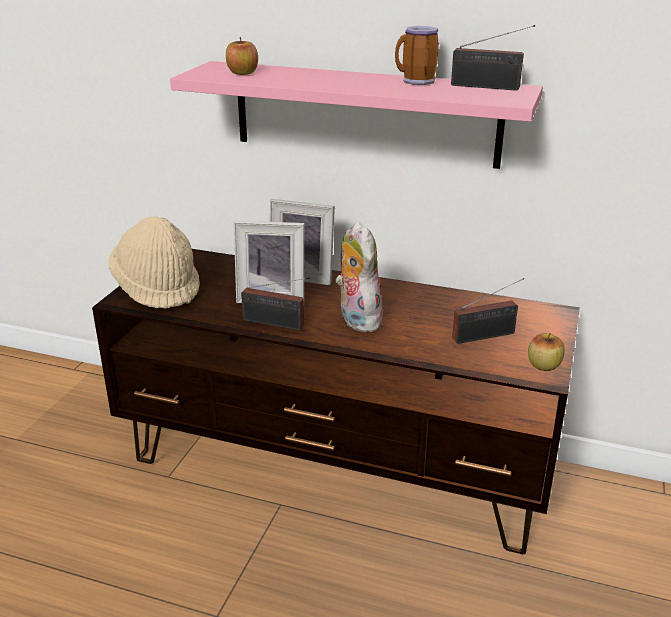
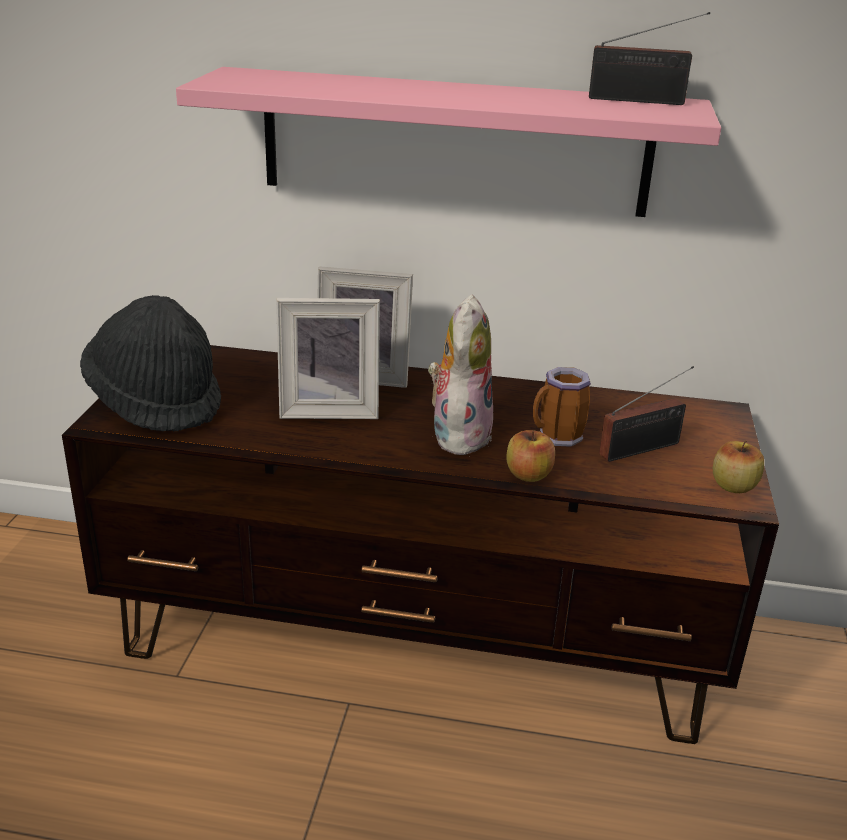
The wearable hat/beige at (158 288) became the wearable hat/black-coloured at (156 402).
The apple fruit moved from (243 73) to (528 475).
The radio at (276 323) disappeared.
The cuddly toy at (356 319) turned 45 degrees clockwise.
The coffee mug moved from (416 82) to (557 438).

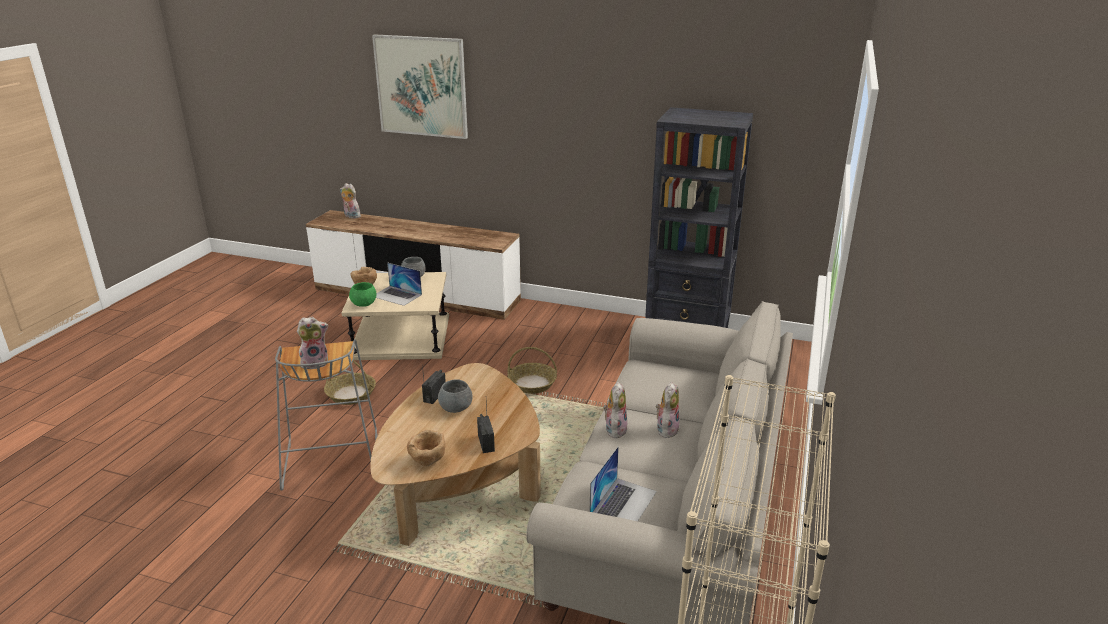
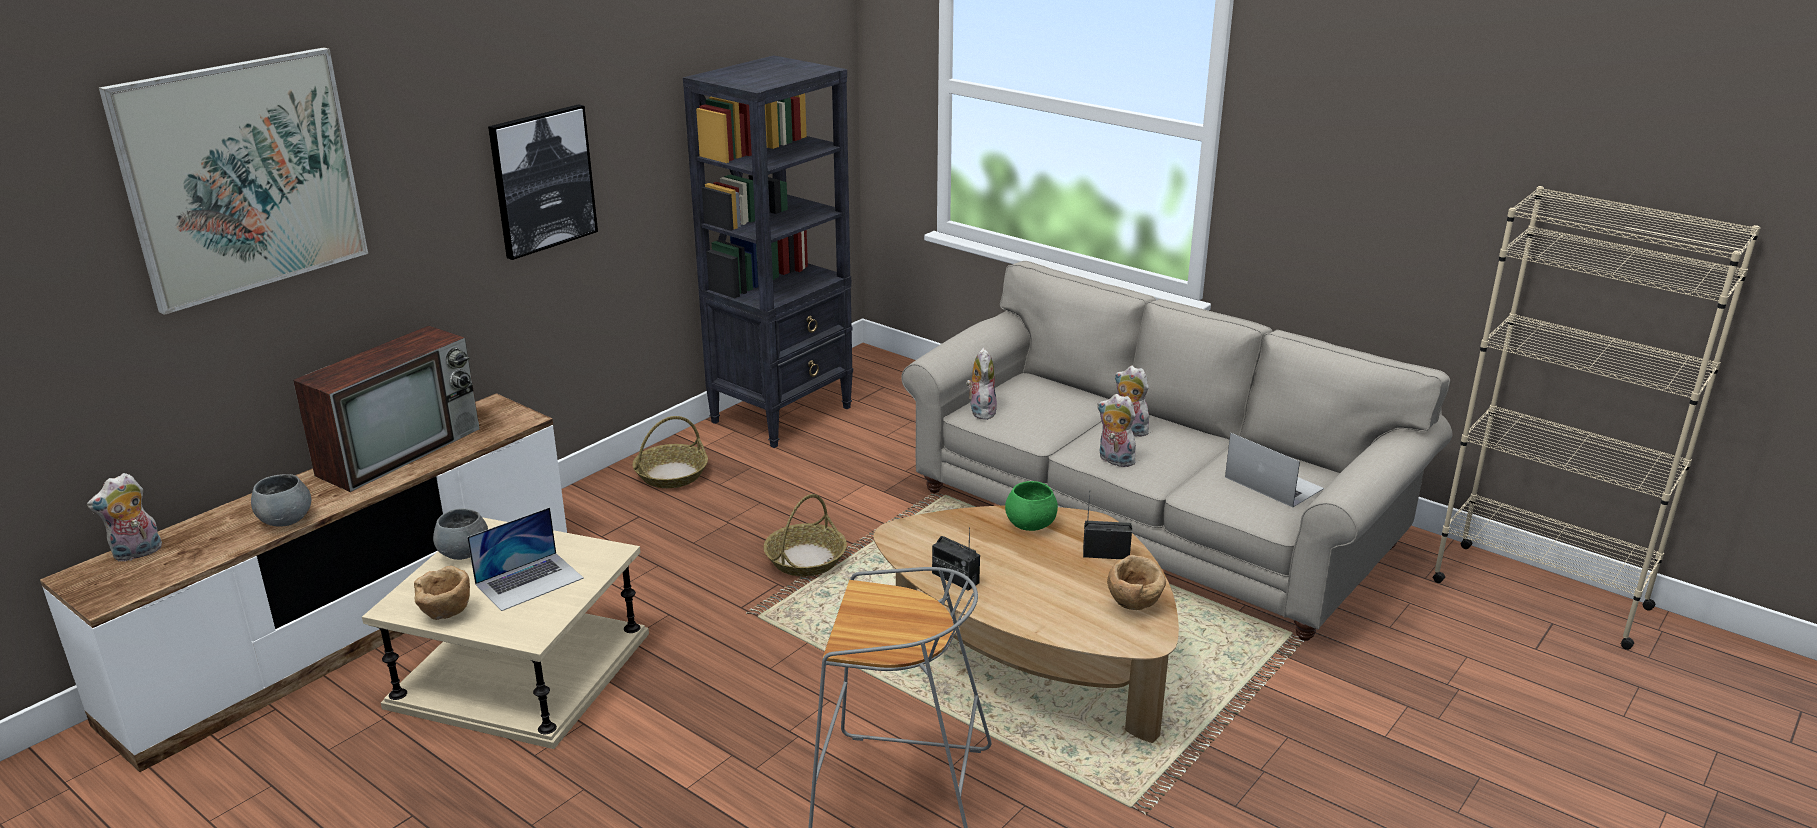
The cuddly toy moved from (315 363) to (980 411).
The household basket moved from (351 394) to (671 474).
The deep dish/green moved from (364 304) to (1031 525).
The deep dish/gray moved from (456 408) to (286 520).
The TV at (401 450) appeared.
The picture at (542 180) appeared.

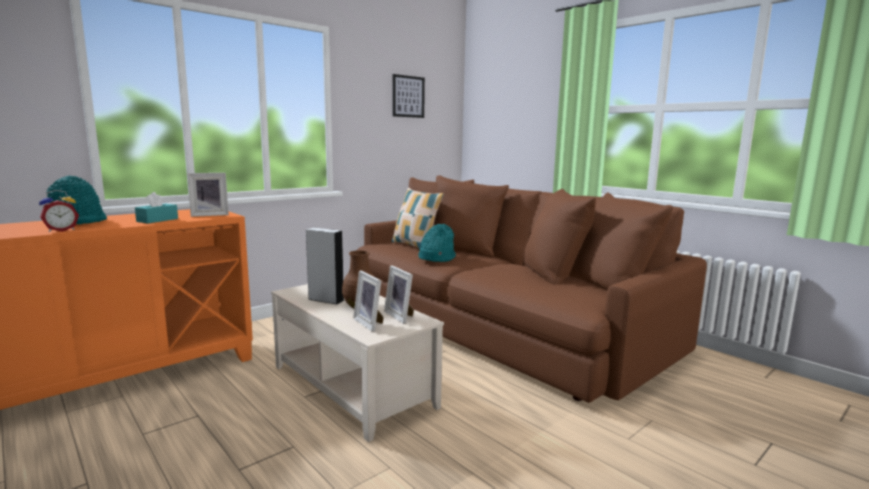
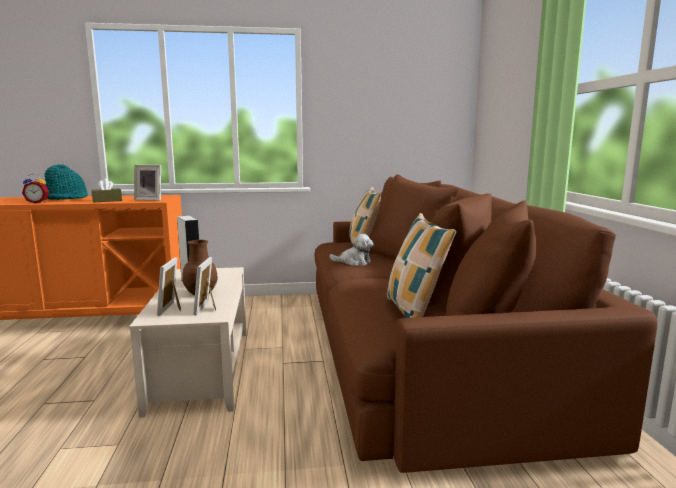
The tissue holder/turquoise at (157 220) became the tissue holder/brown at (107 200).
The picture at (408 96) disappeared.
The wearable hat/turquoise at (436 258) was replaced by the cuddly toy at (354 262).
The throw pillow at (414 313) appeared.

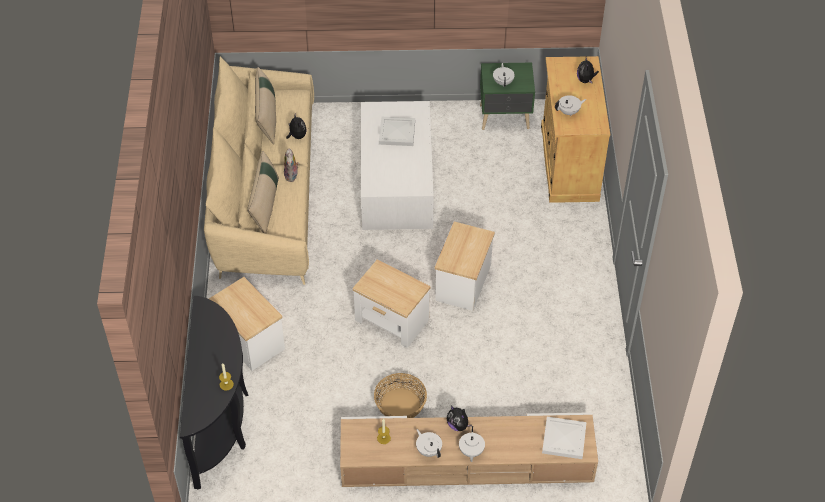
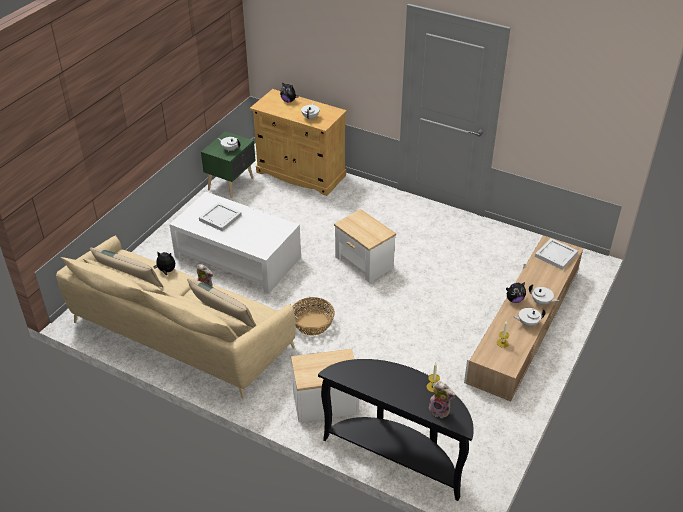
The accent table at (391 321) disappeared.
The household basket moved from (400 405) to (312 324).
The cuddly toy at (440 410) appeared.

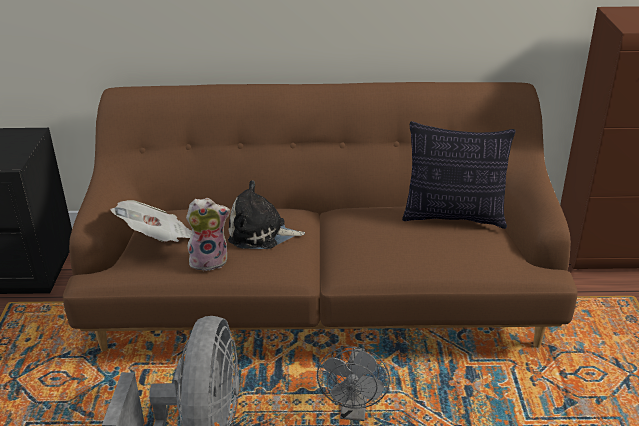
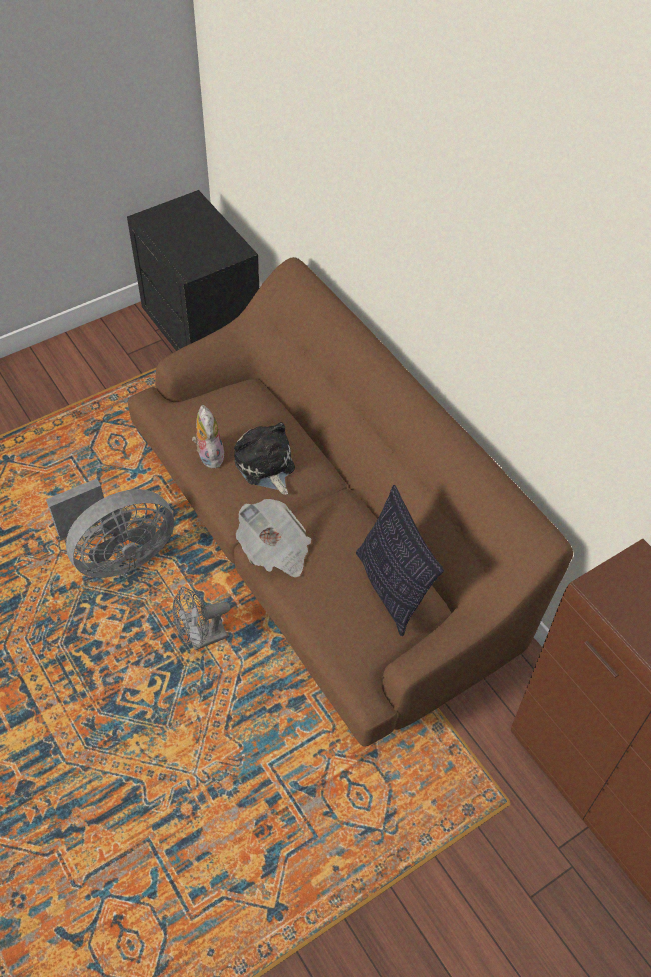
The printed paper moved from (158 239) to (275 550).
The cuddly toy at (210 260) turned 150 degrees counterclockwise.

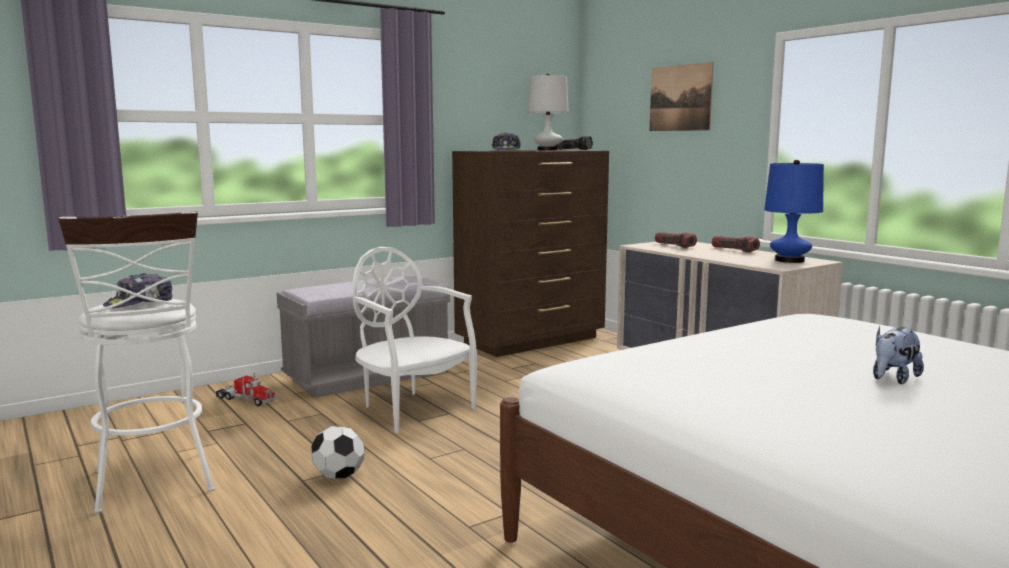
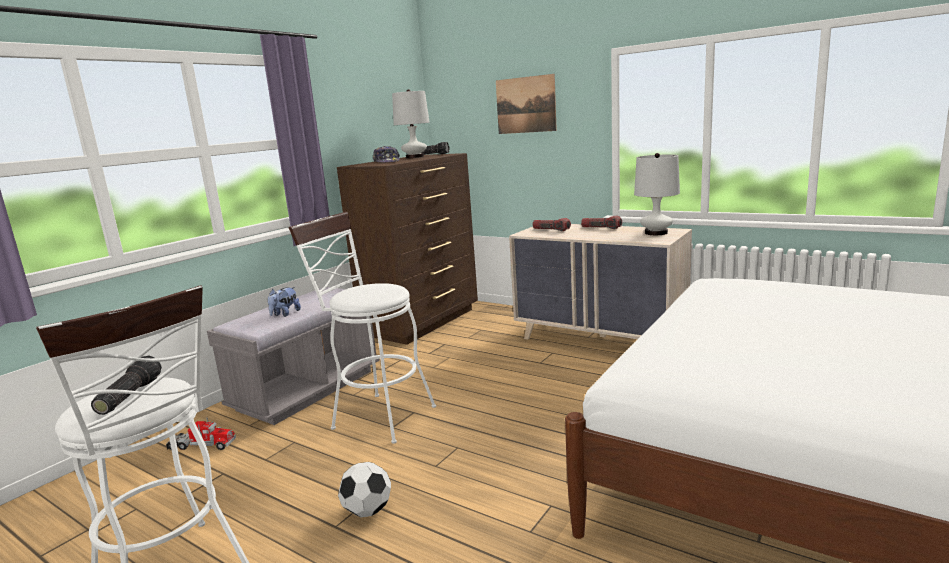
The peaked cap at (140 303) was replaced by the hand torch at (128 395).
The upright chair/white at (412 409) was replaced by the sitting stool/white at (377 416).
The tabletop lamp/blue at (789 260) became the tabletop lamp/white at (656 233).
The cuddly toy moved from (893 379) to (285 314).

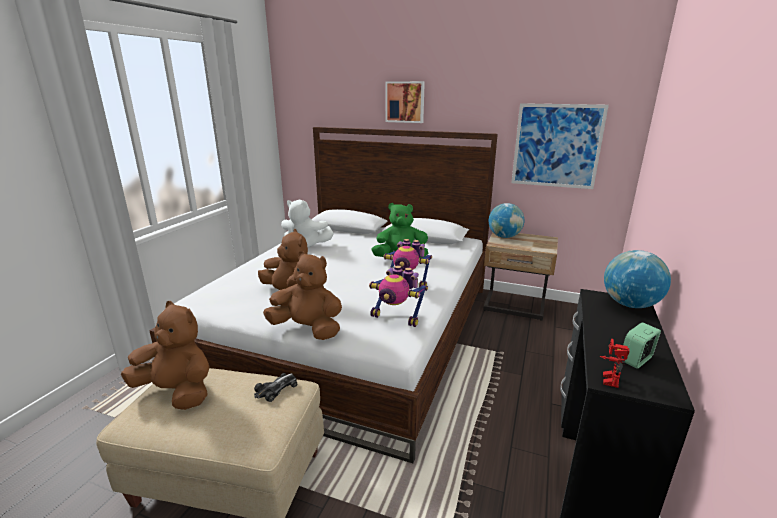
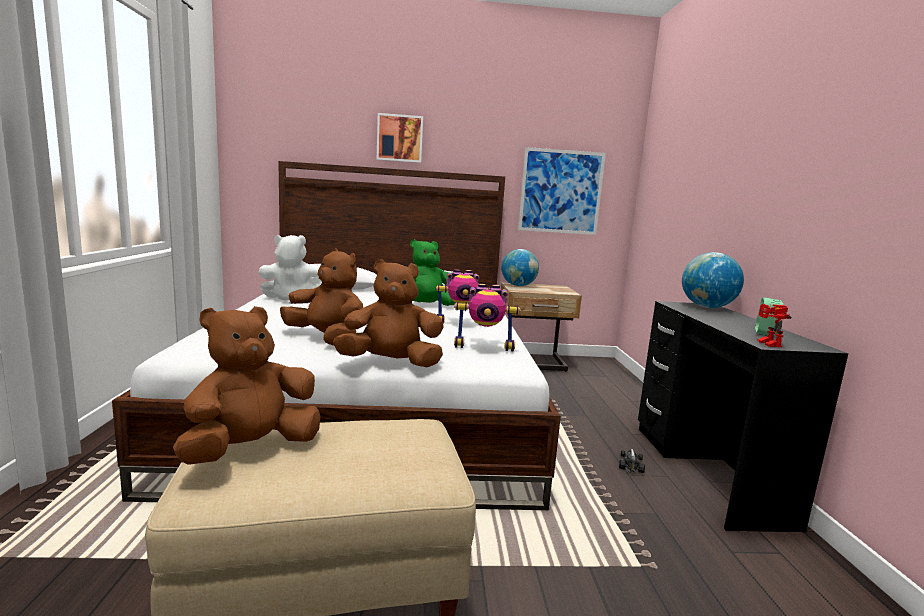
The cuddly toy/brown at (177 392) turned 45 degrees counterclockwise.
The miniature car moved from (276 389) to (631 464).

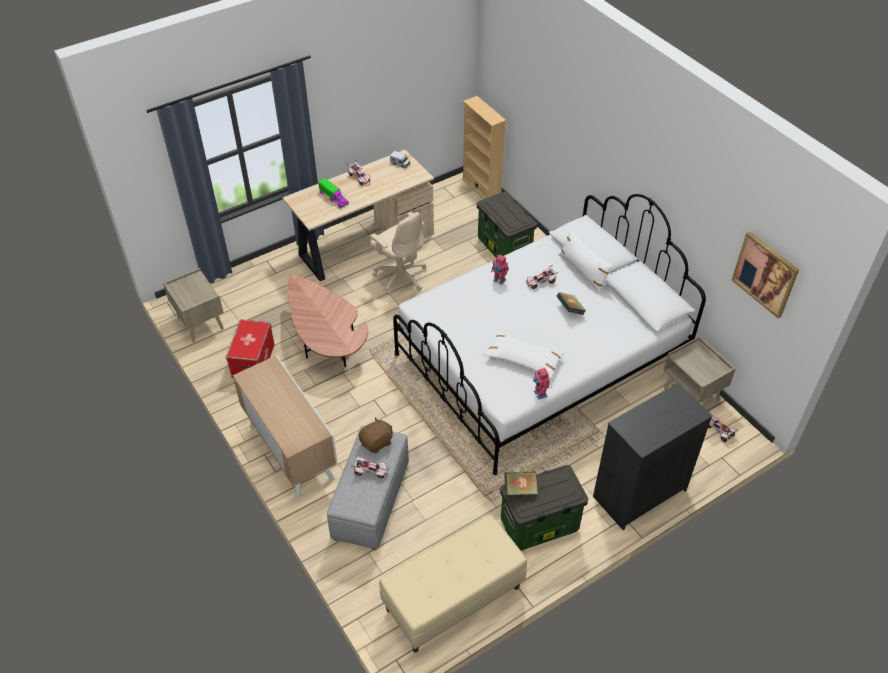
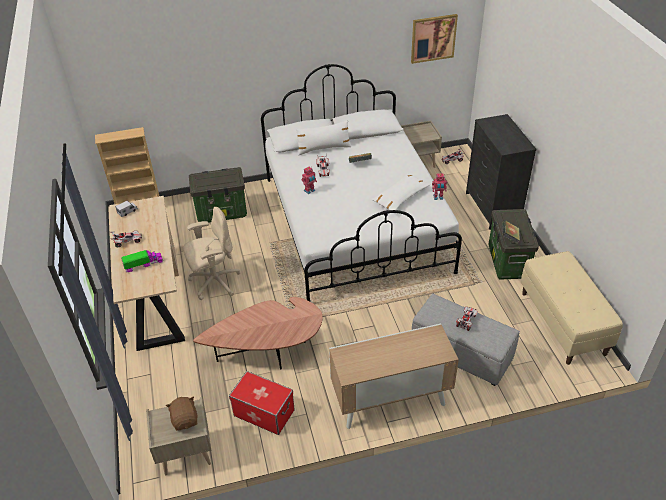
The cuddly toy/brown moved from (377 442) to (185 420).

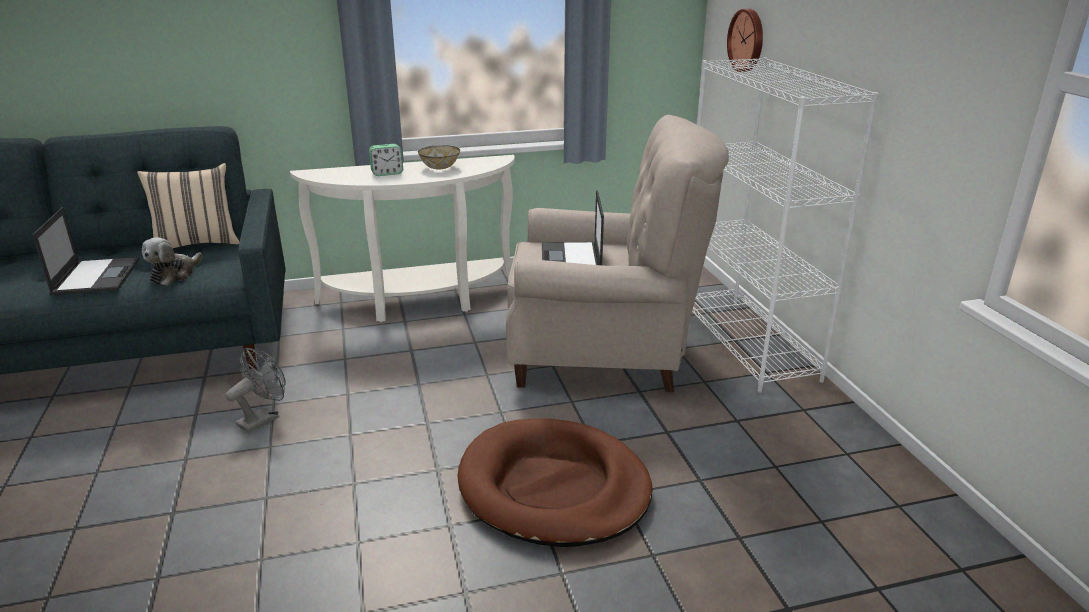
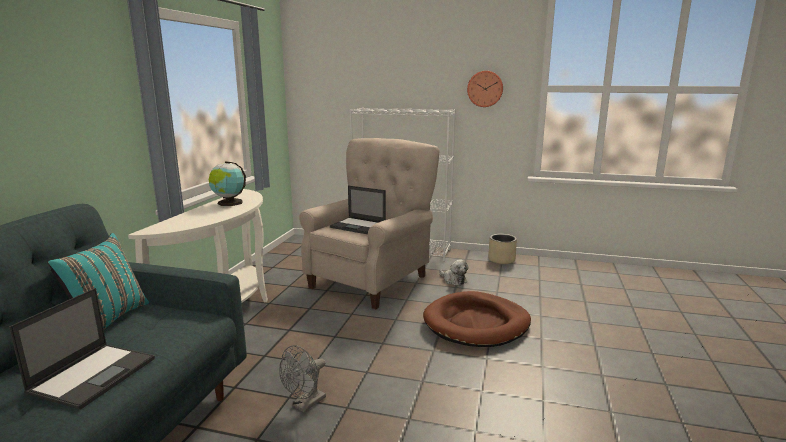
The notebook computer at (96 276) turned 90 degrees clockwise.
The throw pillow/beige at (197 244) became the throw pillow/turquoise at (108 320).
The cuddly toy moved from (174 274) to (453 280).
The electric fan/gray at (263 419) turned 120 degrees counterclockwise.
The table clock at (387 173) disappeared.
The deep dish at (439 167) was replaced by the world globe at (229 203).
The hanging clock moved from (747 40) to (485 89).
The flower pot/beige at (501 260) appeared.

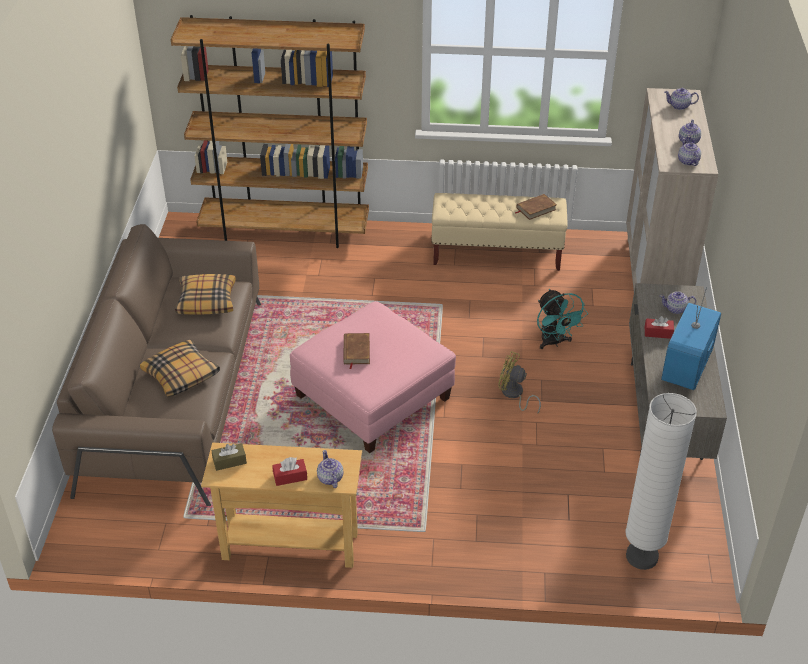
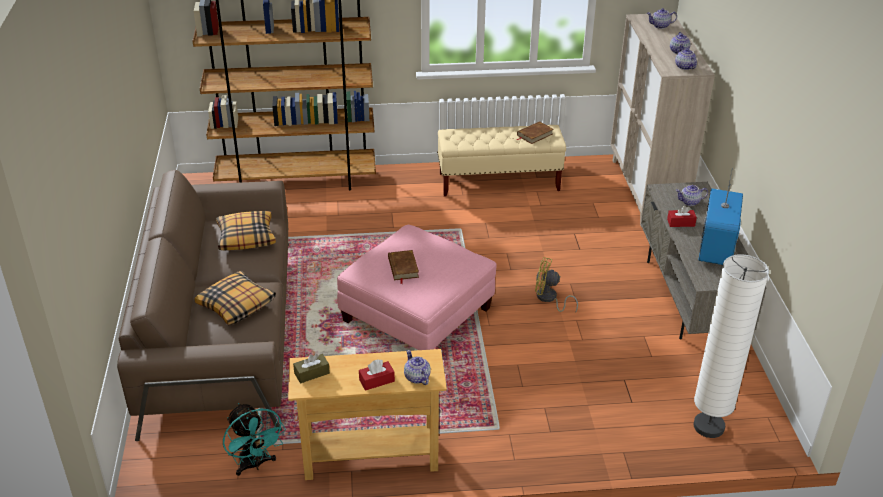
The electric fan/turquoise moved from (554 342) to (255 464).

